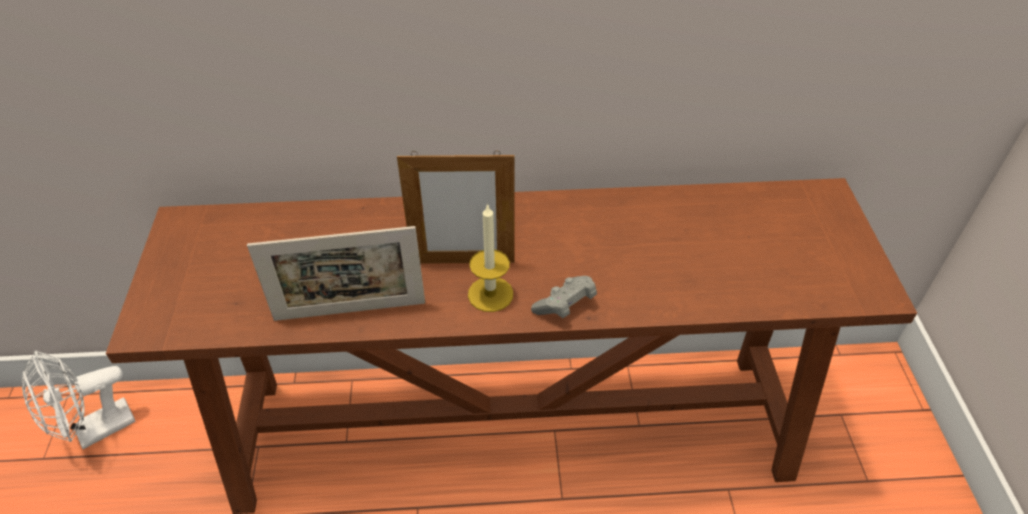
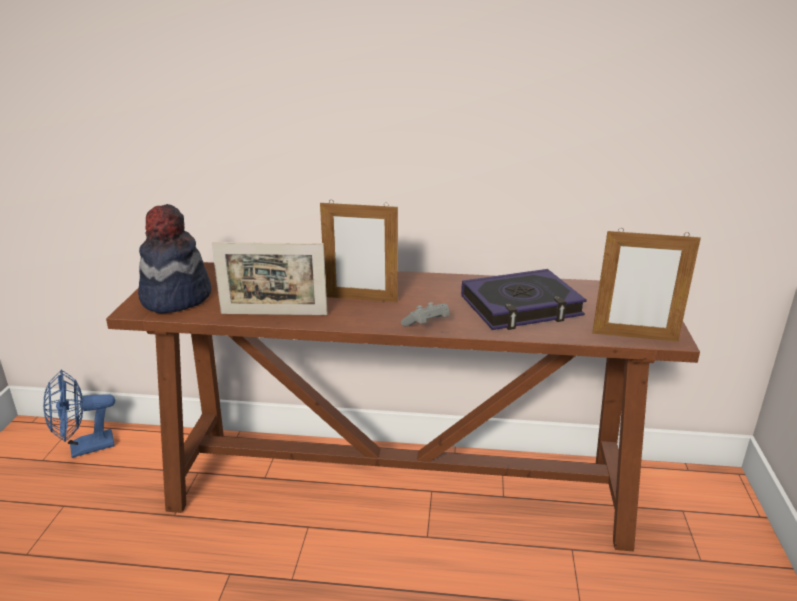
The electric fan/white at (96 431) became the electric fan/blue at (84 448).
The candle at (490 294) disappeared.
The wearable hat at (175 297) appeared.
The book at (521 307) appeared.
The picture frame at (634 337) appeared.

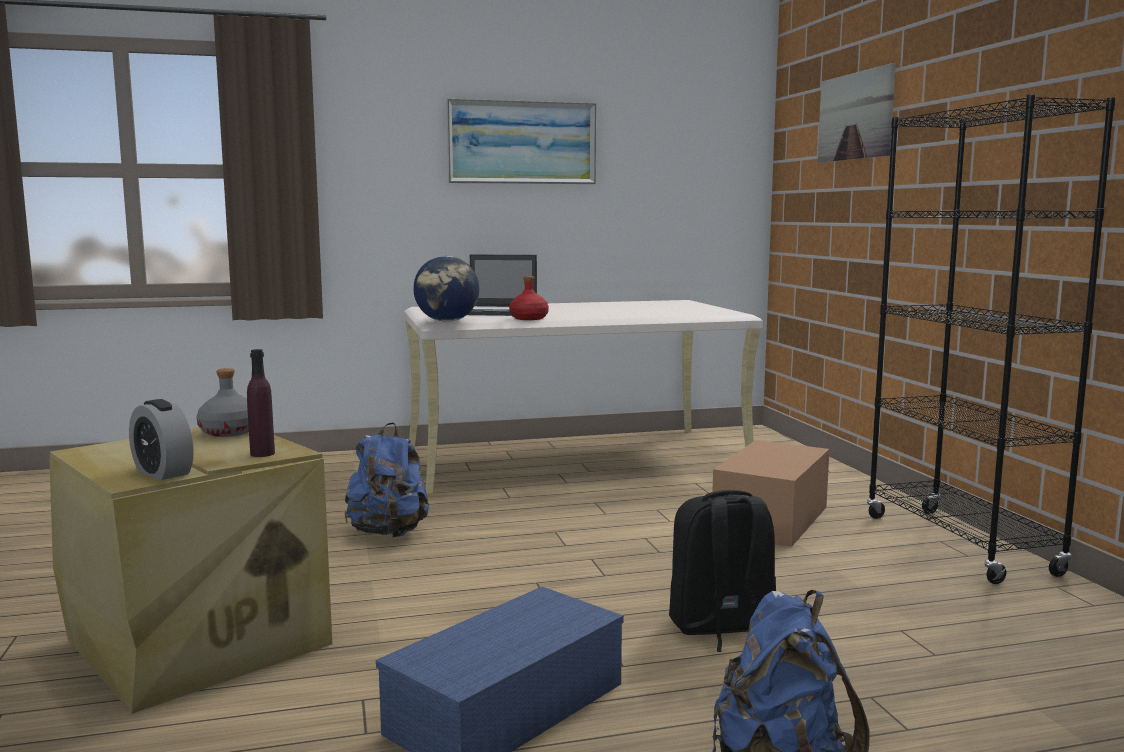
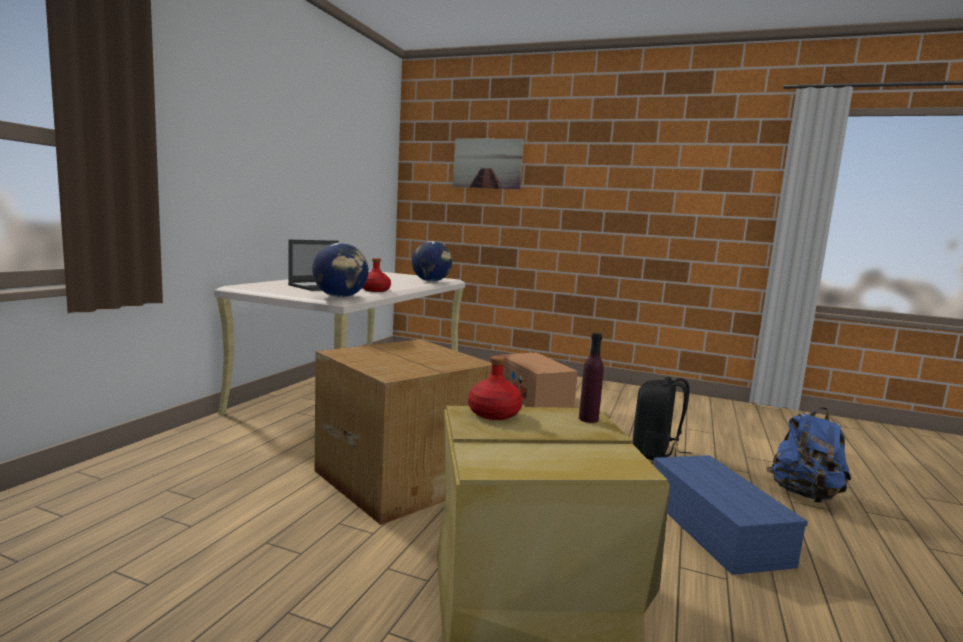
The table clock at (163 472) disappeared.
The beverage bottle/gray at (229 432) became the beverage bottle/red-coloured at (494 413).
The backpack/blue at (388 533) was replaced by the carton at (401 476).
The picture at (522 143) disappeared.
The shelving unit/black-coloured at (959 545) disappeared.
The world globe at (431 281) appeared.

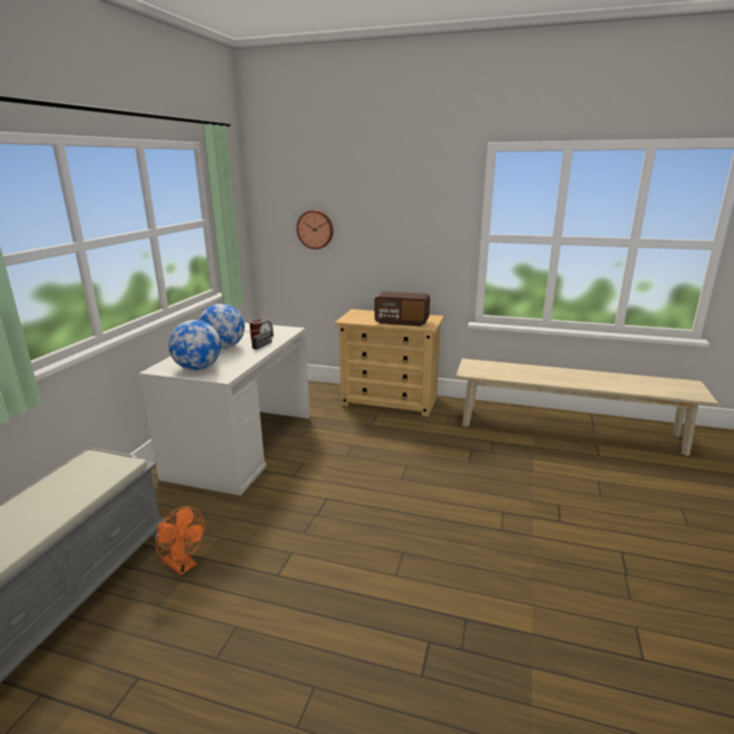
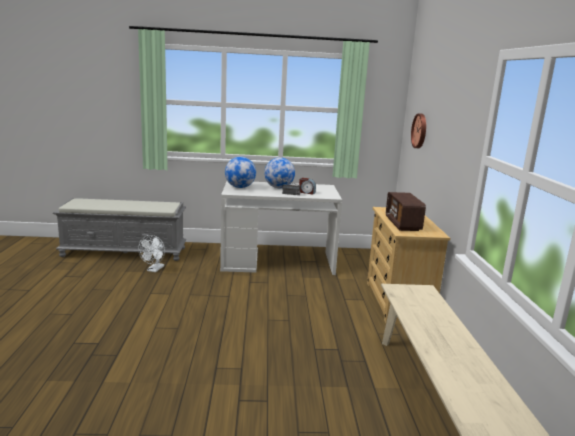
The electric fan/orange at (183 566) became the electric fan/white at (154 270).

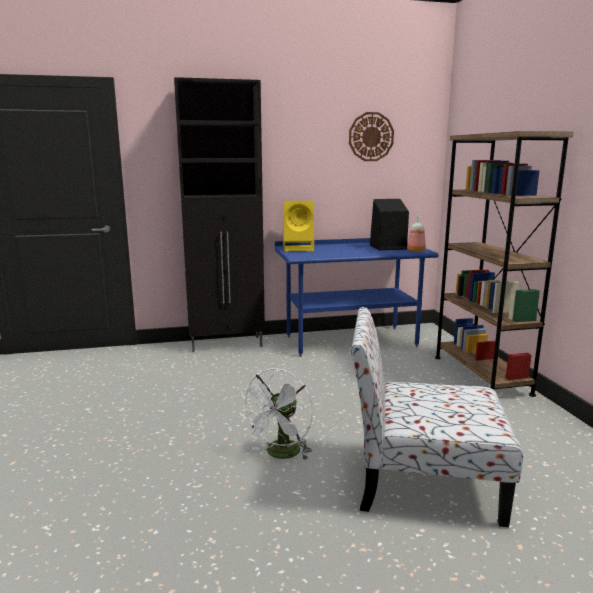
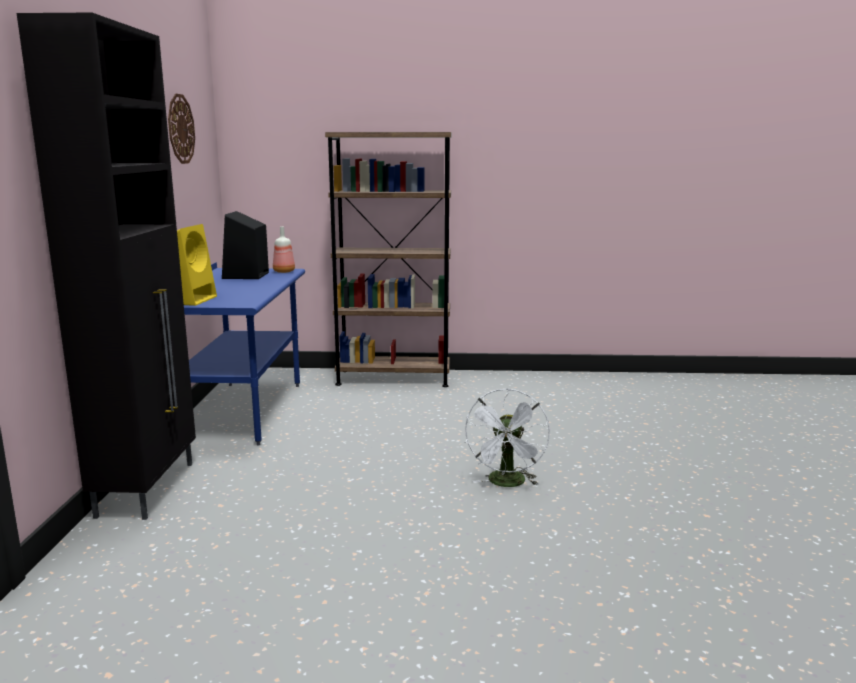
The electric fan/white at (280 454) turned 60 degrees clockwise.
The upright chair at (422 482) disappeared.

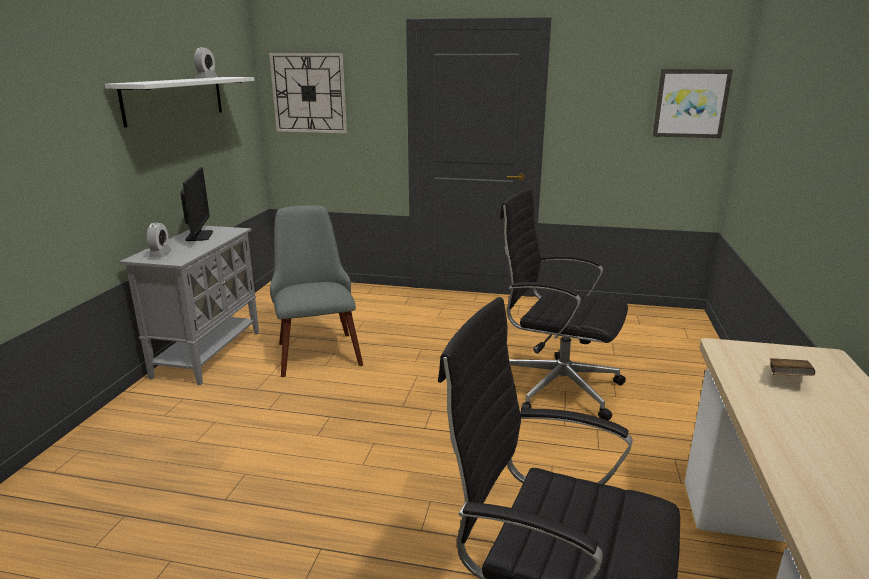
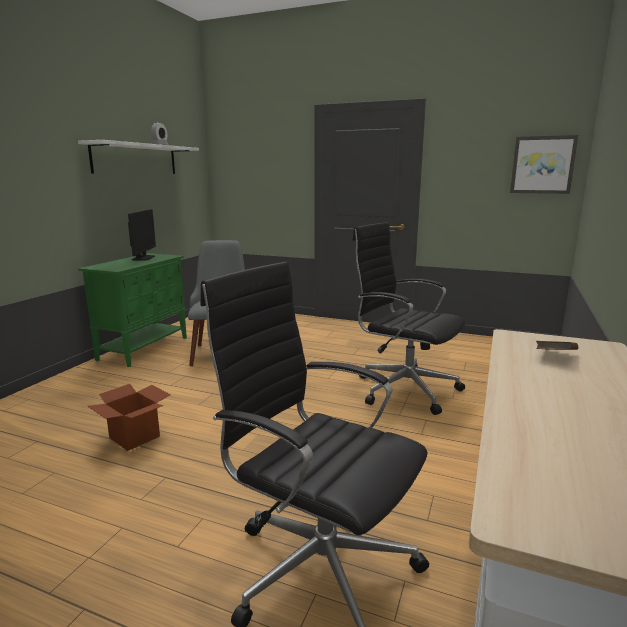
The cupboard/gray at (208 353) became the cupboard/green at (144 348).
The table clock at (160 254) disappeared.
The hanging clock at (309 93) disappeared.
The carton at (134 437) appeared.

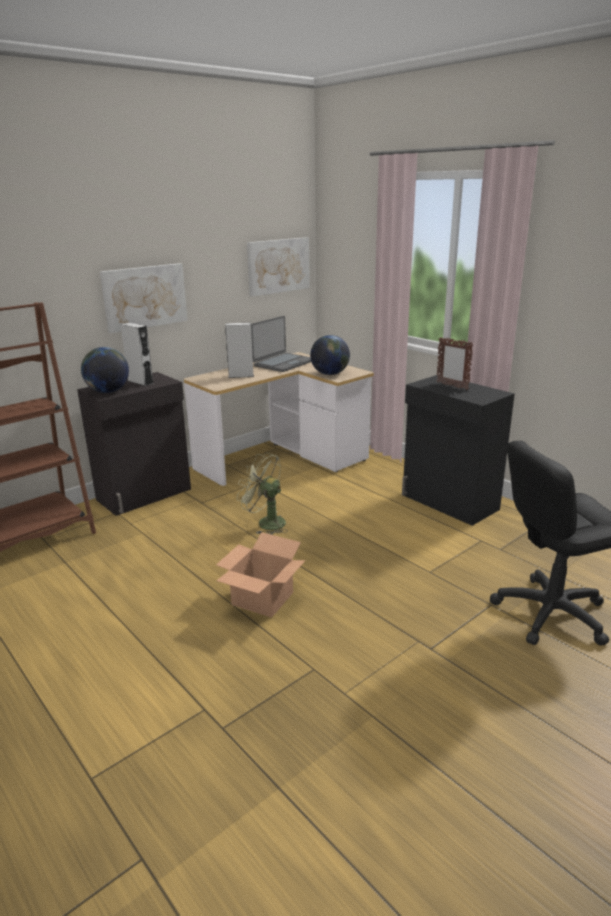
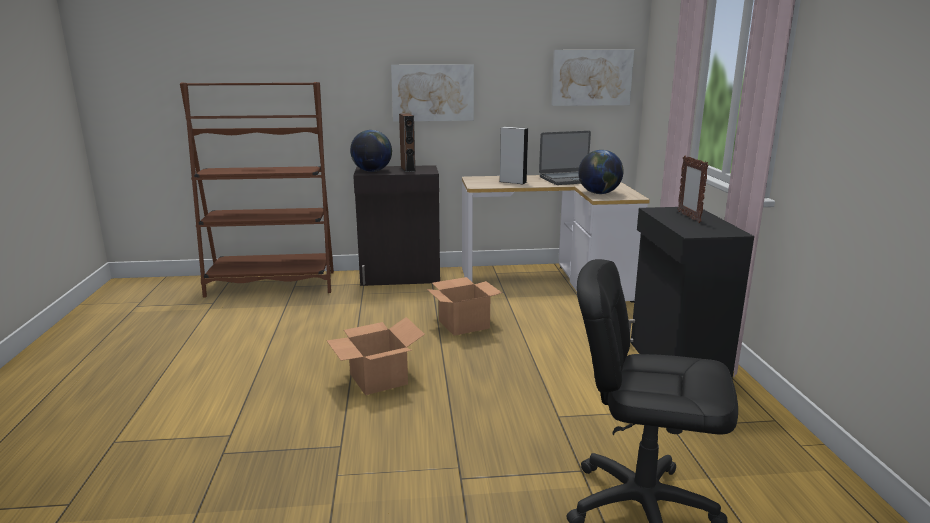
The audio speaker/gray at (140 382) became the audio speaker/brown at (408 169).
The electric fan/green at (265 523) was replaced by the carton at (463 325).

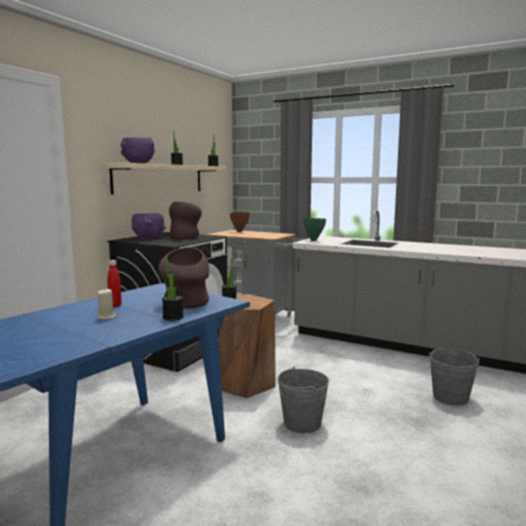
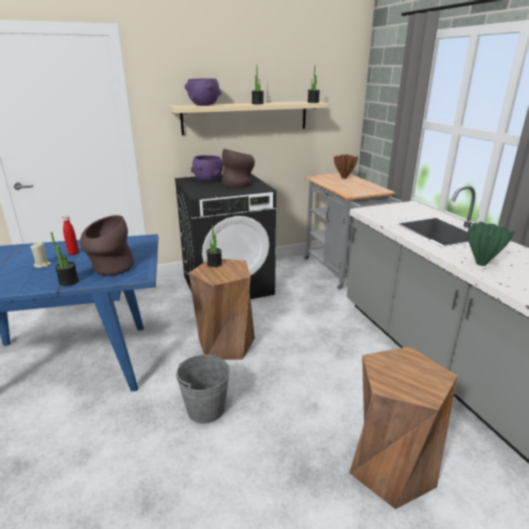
The vase/green moved from (313 241) to (481 264).
The water bucket/gray at (450 397) was replaced by the sitting stool/brown at (390 468).

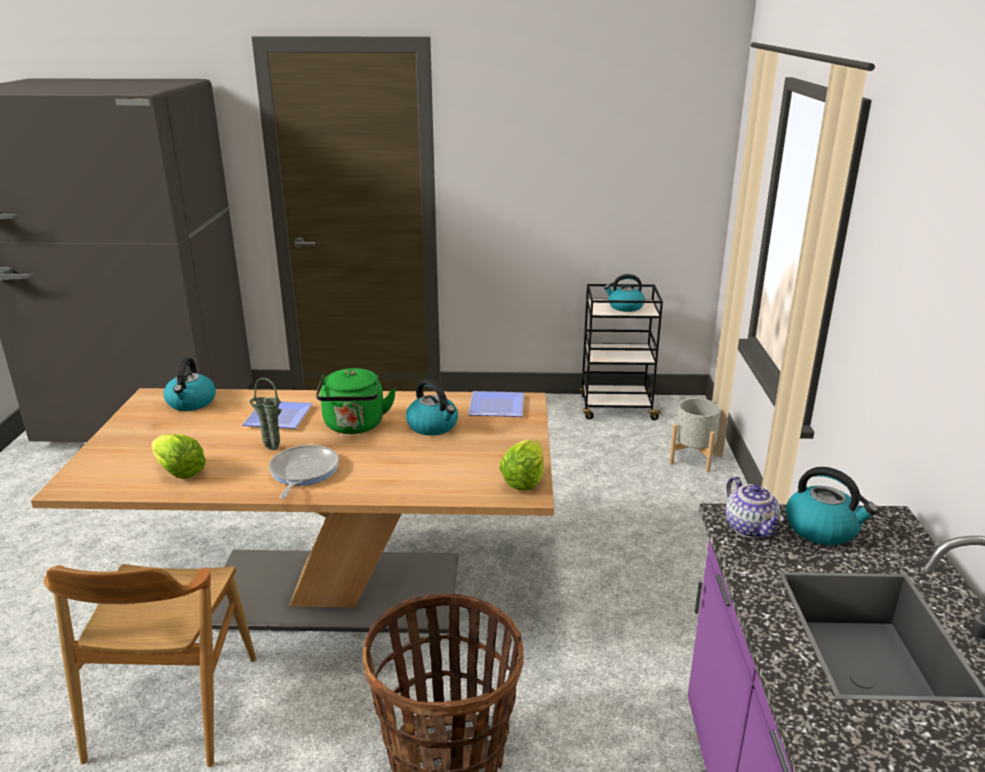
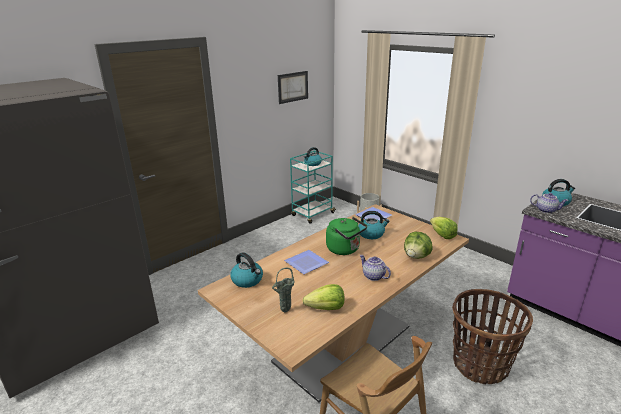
The vase/green moved from (270 448) to (284 312).
The frying pan at (302 472) was replaced by the pot for tea at (373 276).
The wheeled cart/black-coloured at (616 408) became the wheeled cart/turquoise at (312 214).
The picture at (293 87) appeared.
The lettuce head at (416 256) appeared.

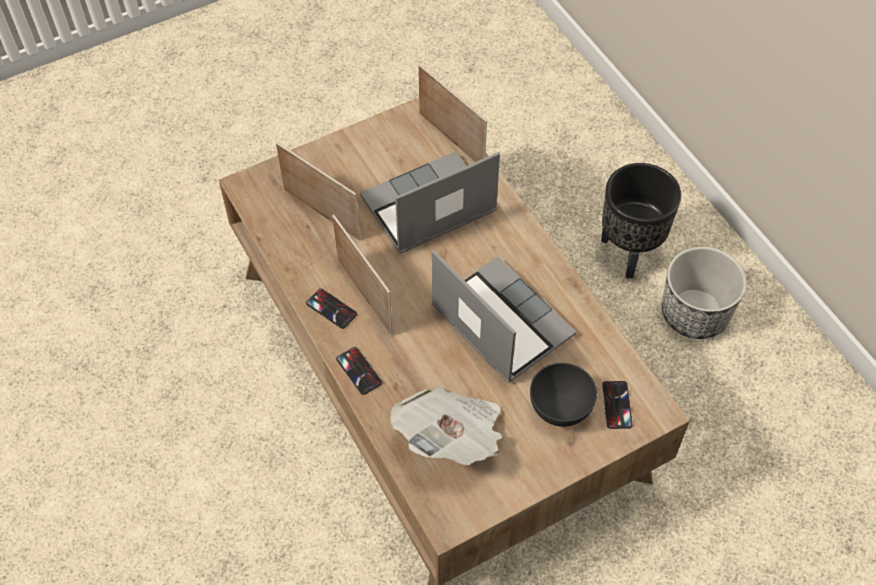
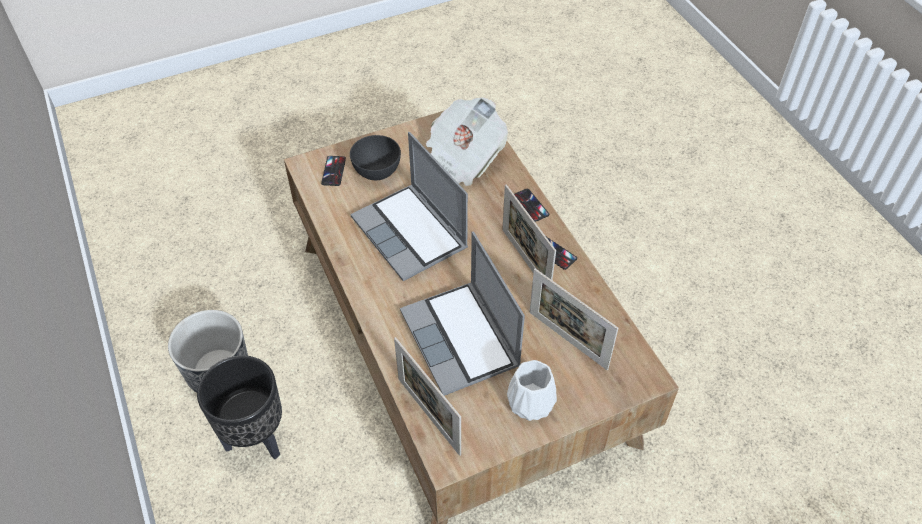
The notebook computer at (428 207) turned 90 degrees clockwise.
The vase/white at (529 402) appeared.

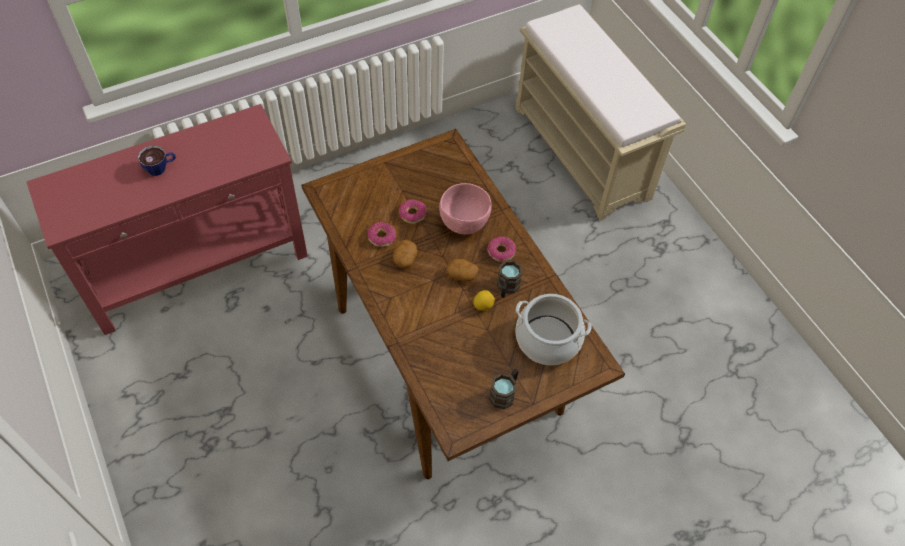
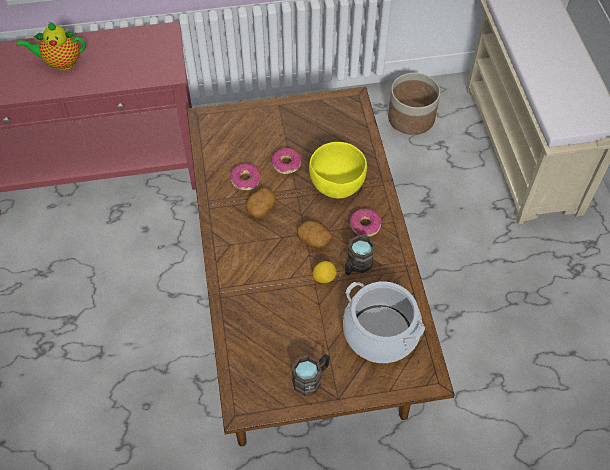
The cup at (161 168) was replaced by the pot for tea at (60 63).
The deep dish/pinkish at (463 223) became the deep dish/yellow-coloured at (336 186).
The flower pot at (411 118) appeared.

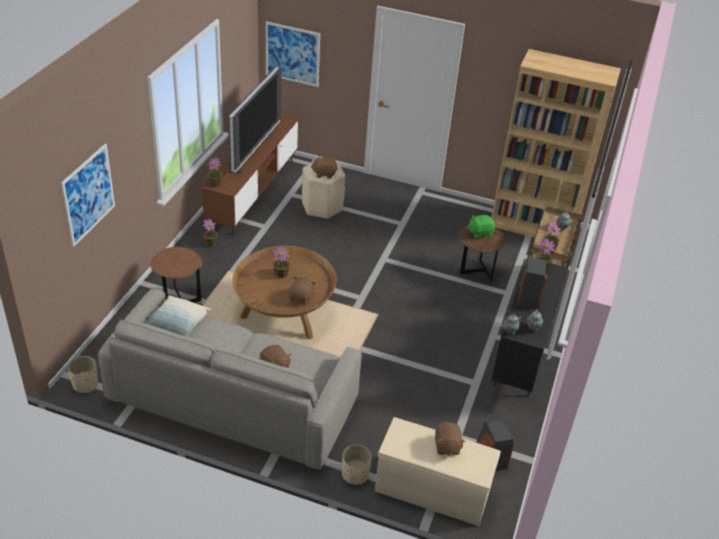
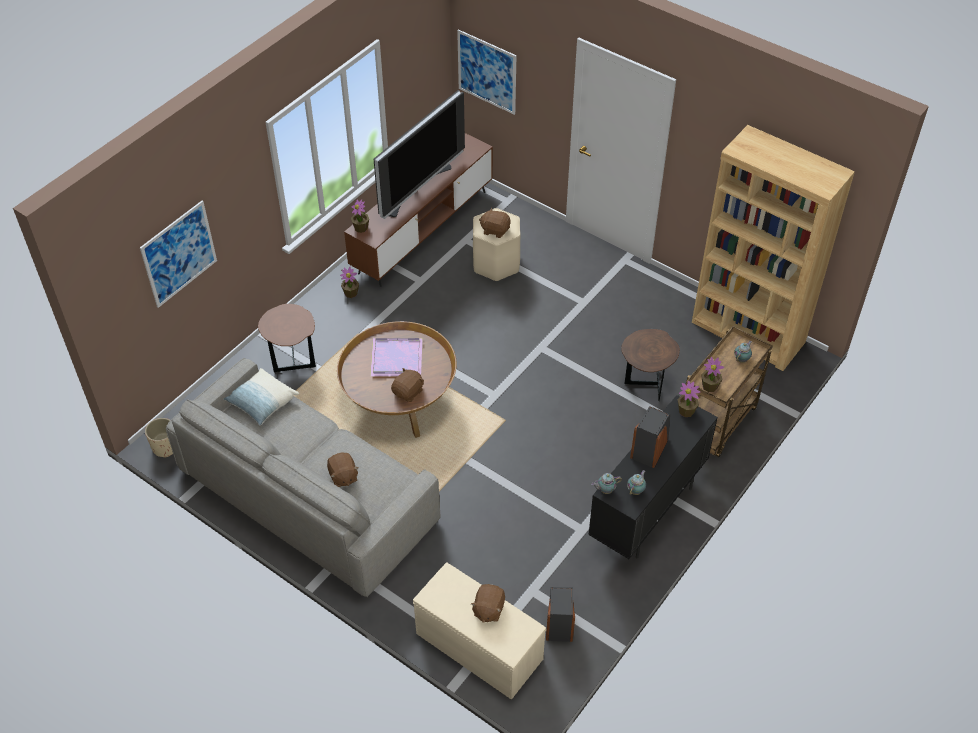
The houseplant at (281 274) was replaced by the carrying tray/purplish at (397 357).
The flower pot/beige at (354 474) disappeared.
The cuddly toy/green at (479 233) disappeared.

